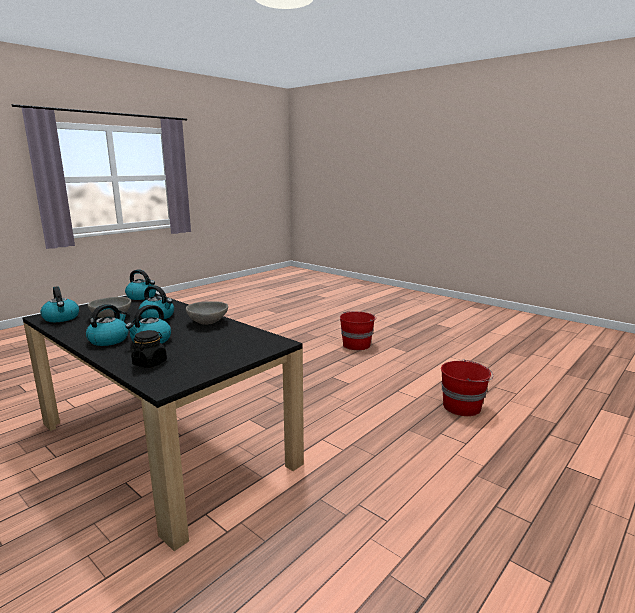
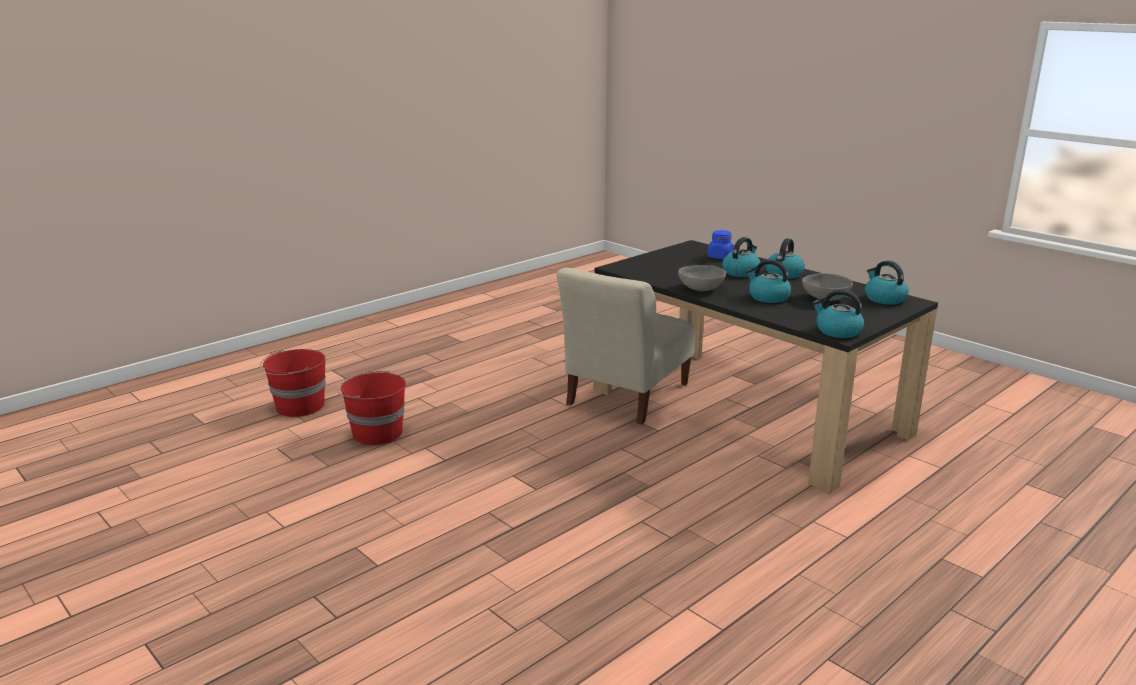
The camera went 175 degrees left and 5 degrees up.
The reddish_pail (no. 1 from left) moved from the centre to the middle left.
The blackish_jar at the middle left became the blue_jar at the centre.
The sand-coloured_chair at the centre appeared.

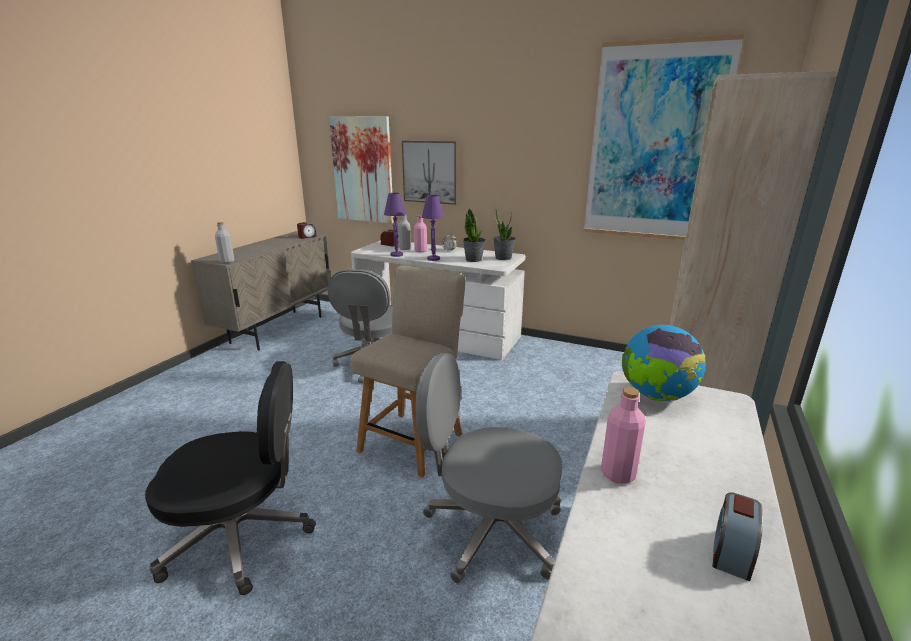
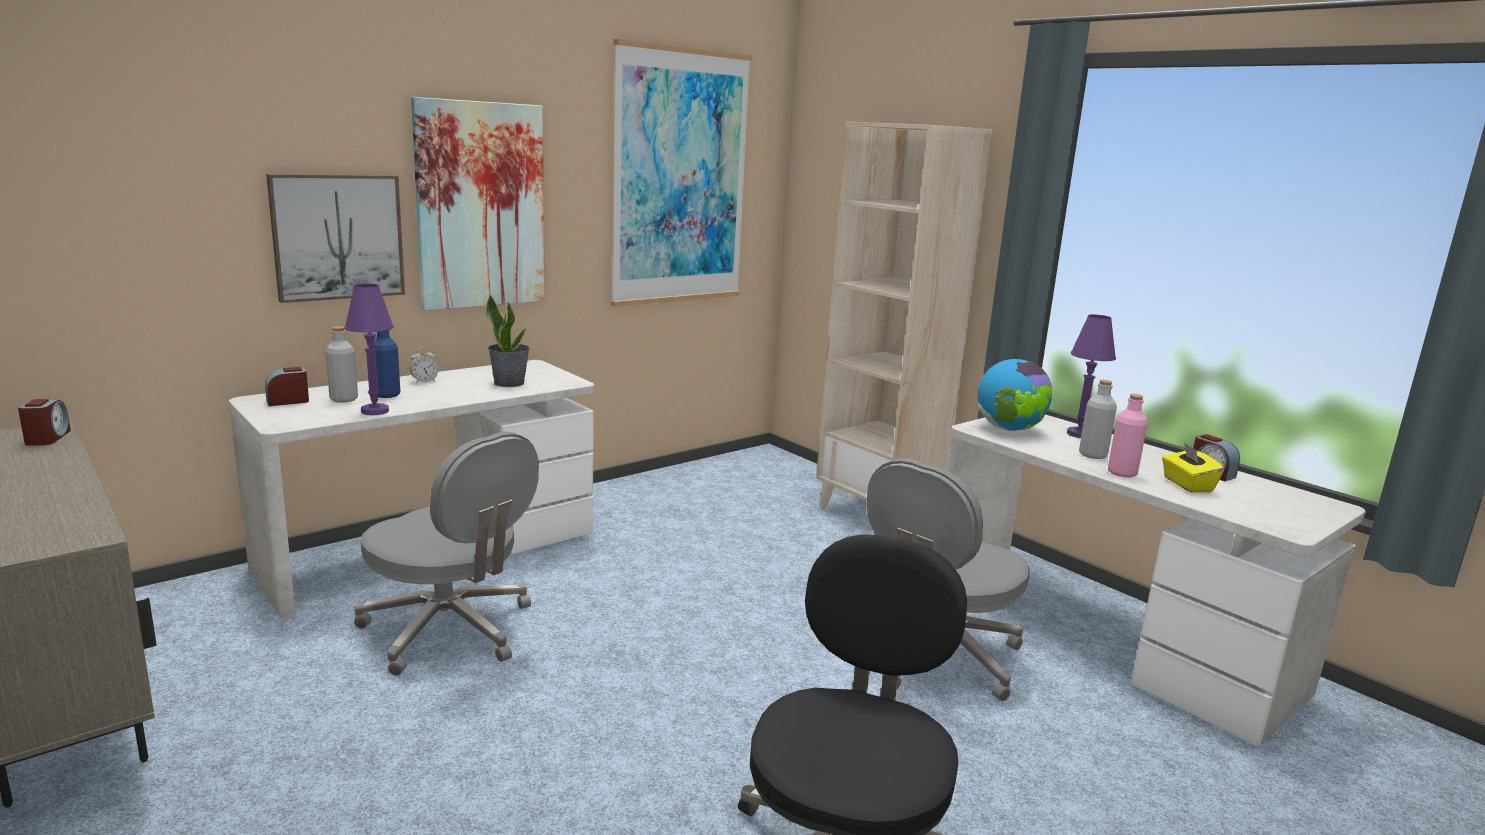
The camera went 65 degrees left and 5 degrees down.
The wall_art (no. 1 from left in the first image) moved from the top centre to the top left.
The purplish_lamp_for_a_table (no. 2 from left) moved from the centre to the middle right.
The houseplant (no. 2 from left) at the centre disappeared.
The pink-coloured_beverage_bottle (no. 1 from left) at the centre became the blue_beverage_bottle at the middle left.
The grey_beverage_bottle (no. 1 from left in the first image) moved from the middle left to the middle right.
The sand-coloured_chair at the centre disappeared.
The yellow-coloured_tissue_holder at the middle right appeared.

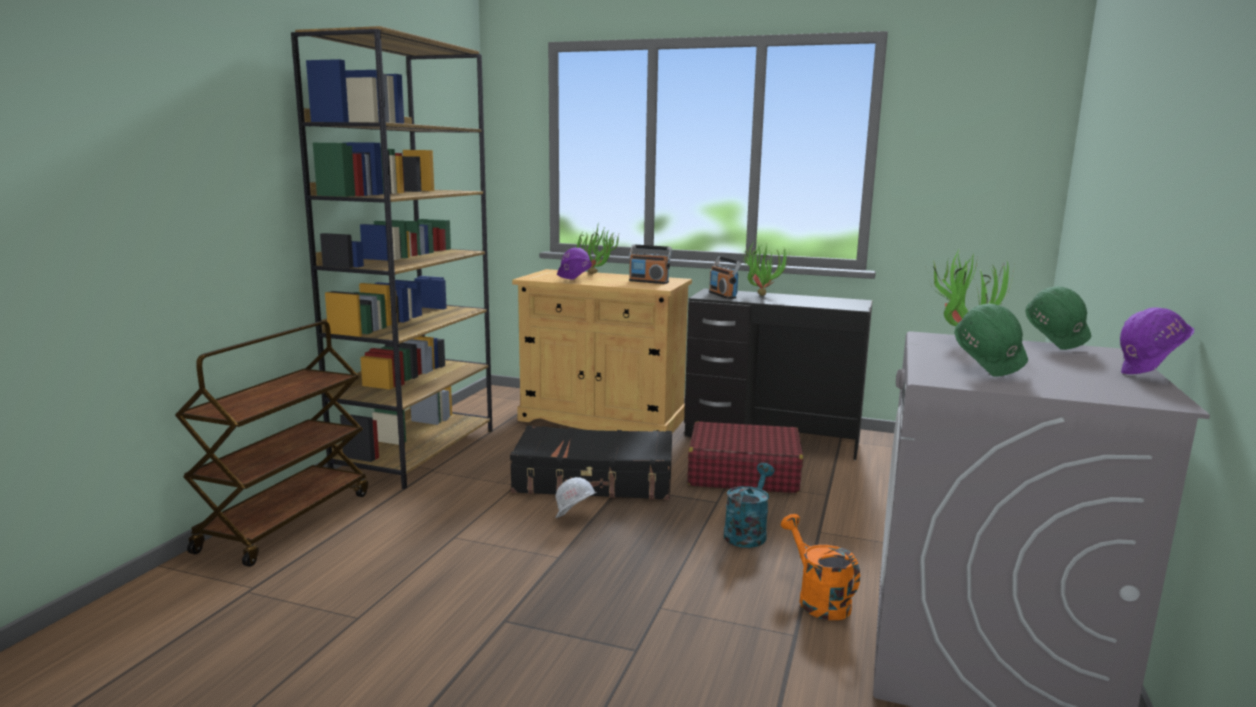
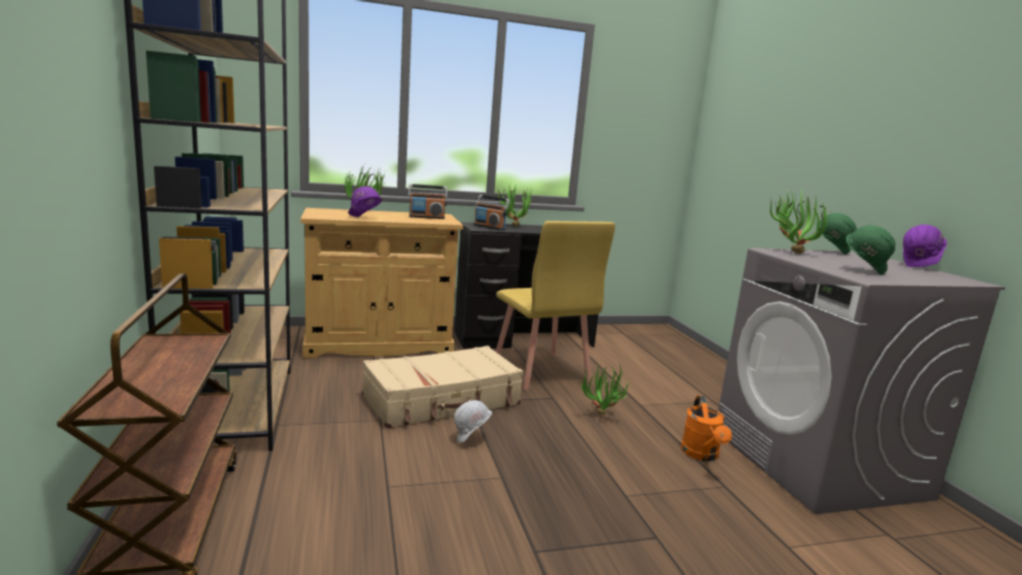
The camera went 35 degrees left and 0 degrees up.
The reddish_suitcase at the centre was replaced by the yellow-coloured_chair at the centre.
The blackish_suitcase at the centre became the sand-coloured_suitcase at the bottom centre.
The turquoise_watering_pot at the bottom centre was replaced by the houseplant (no. 3 from left) at the bottom centre.
The orange_watering_pot at the bottom centre turned 120 degrees counterclockwise.

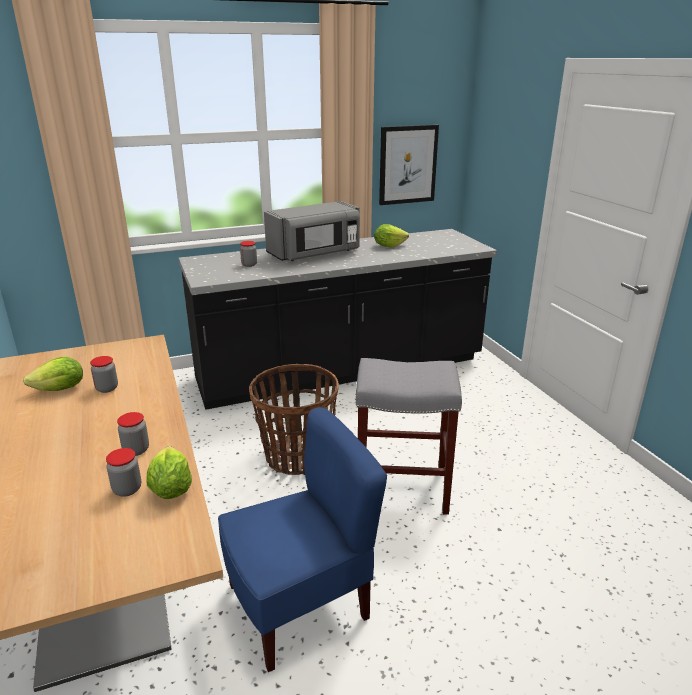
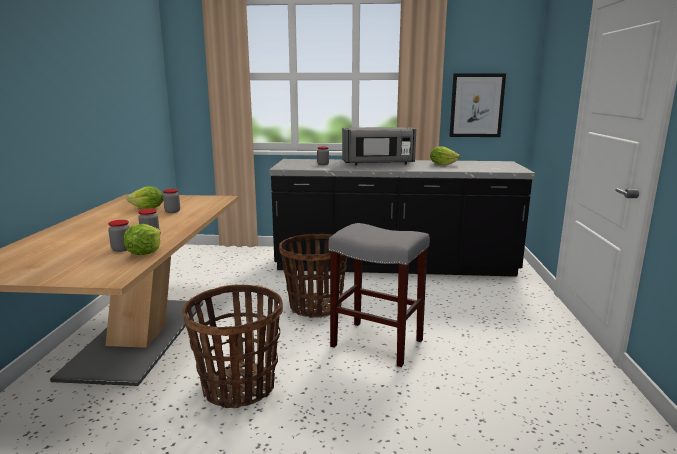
The camera went 25 degrees right and 10 degrees down.
The blue_chair at the bottom centre was replaced by the storage_basket (no. 1 from left) at the bottom centre.

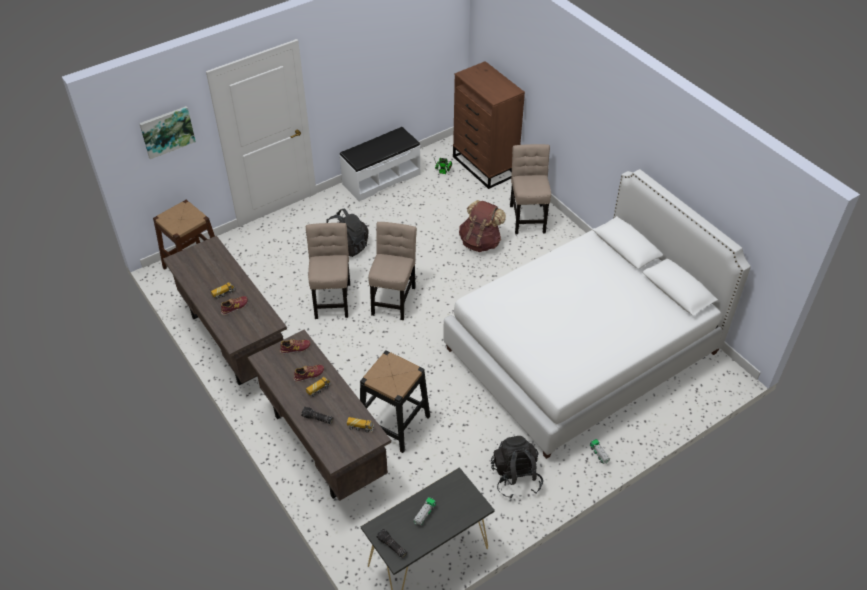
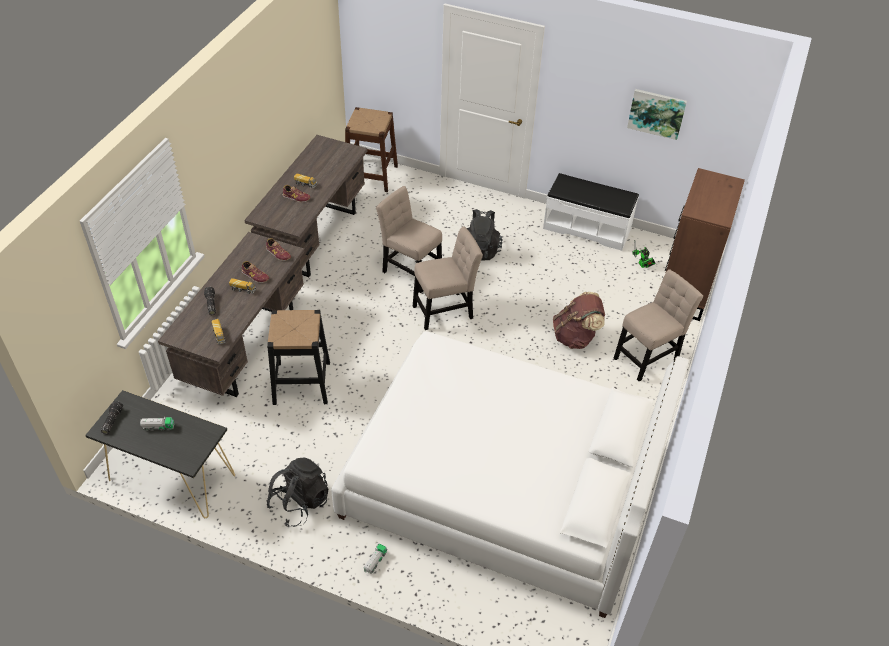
The camera went 55 degrees right and 0 degrees up.
The wall_art moved from the top left to the top right.
The sand-coloured_chair (no. 1 from left) at the centre turned 105 degrees counterclockwise.

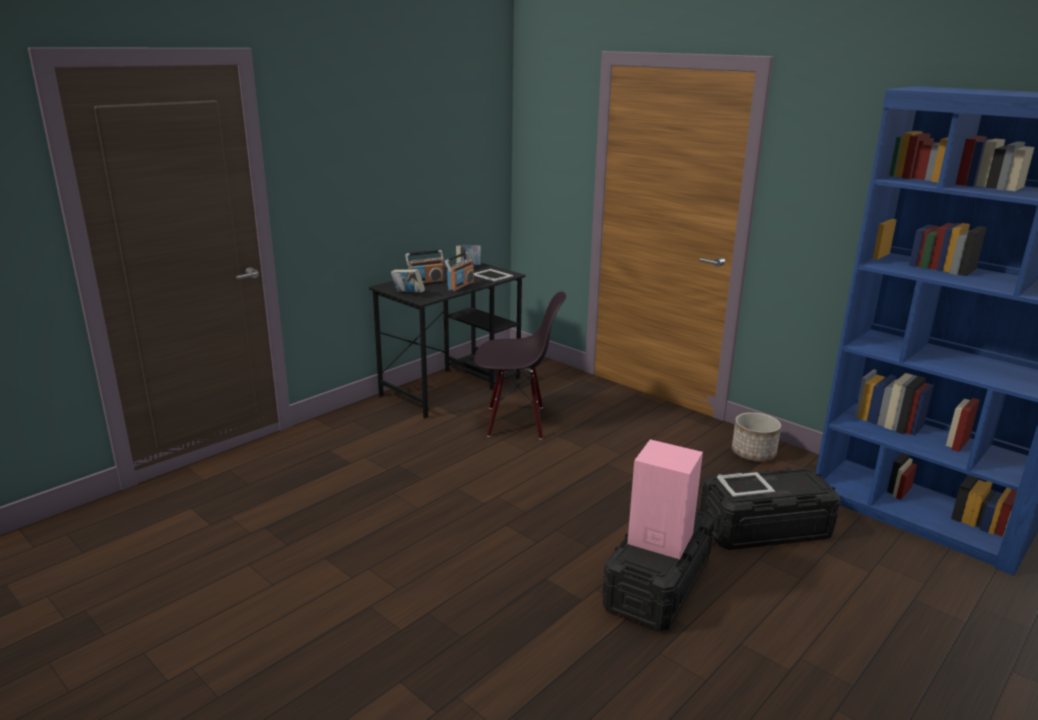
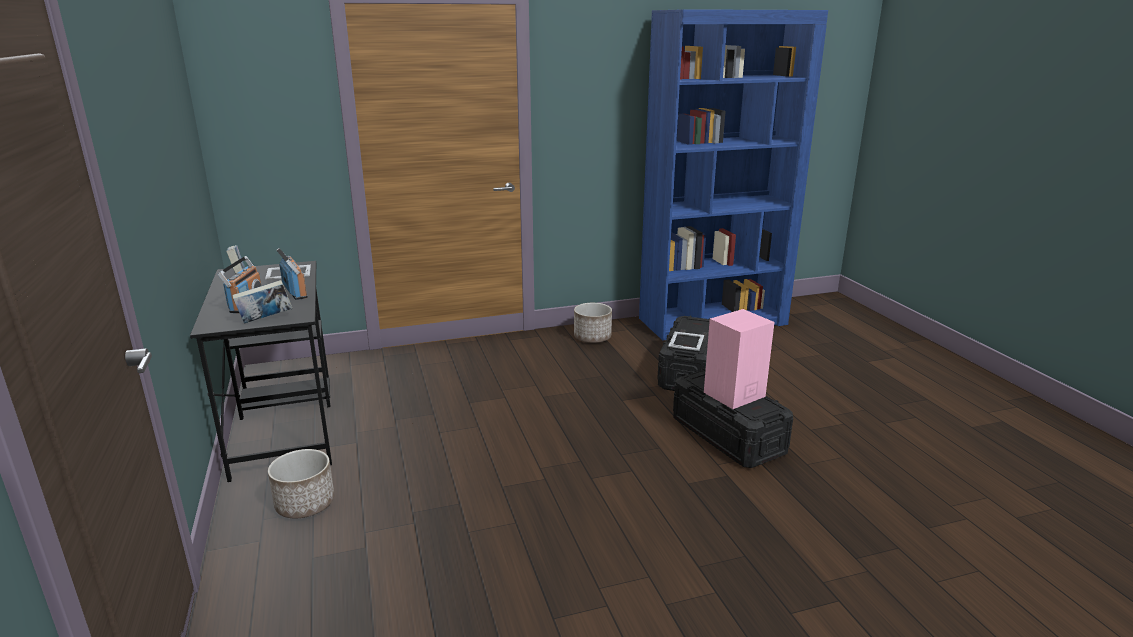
The camera went 60 degrees left and 0 degrees up.
The blackish_chair at the centre disappeared.
The flower_pot (no. 1 from left) at the bottom left appeared.

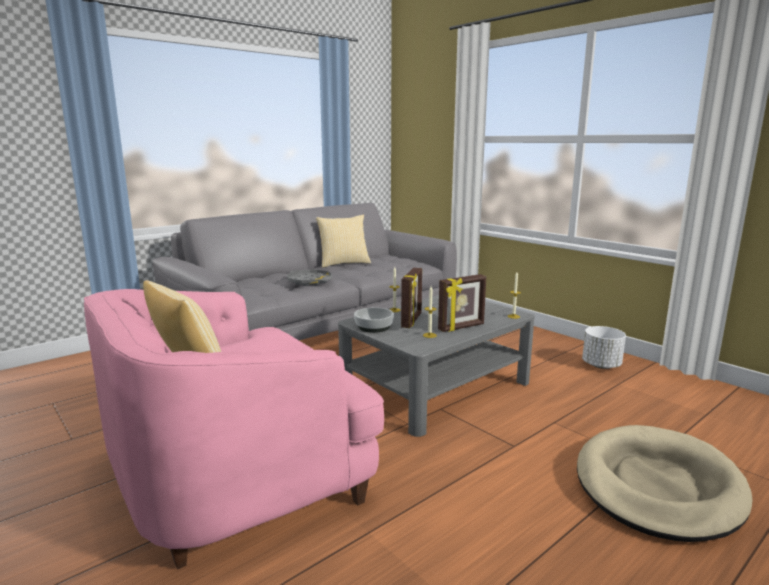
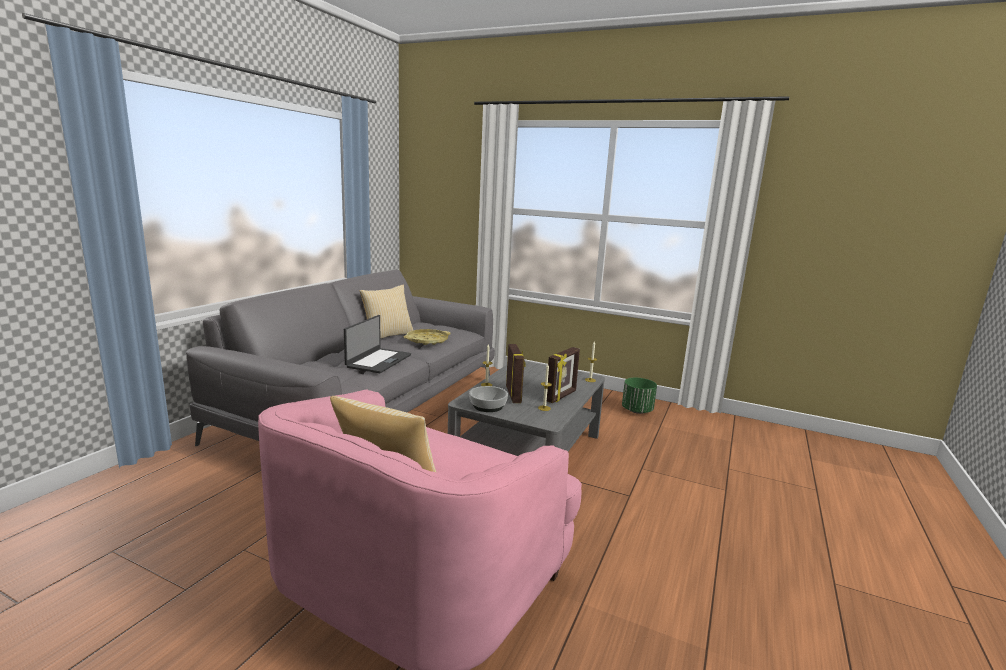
The camera went 25 degrees left and 0 degrees up.
The grey_carrying_tray at the centre was replaced by the notebook_computer at the centre.
The white_flower_pot at the middle right became the green-coloured_flower_pot at the centre.
The sand-coloured_dog_cushion at the bottom right disappeared.
The yellow-coloured_carrying_tray at the centre appeared.

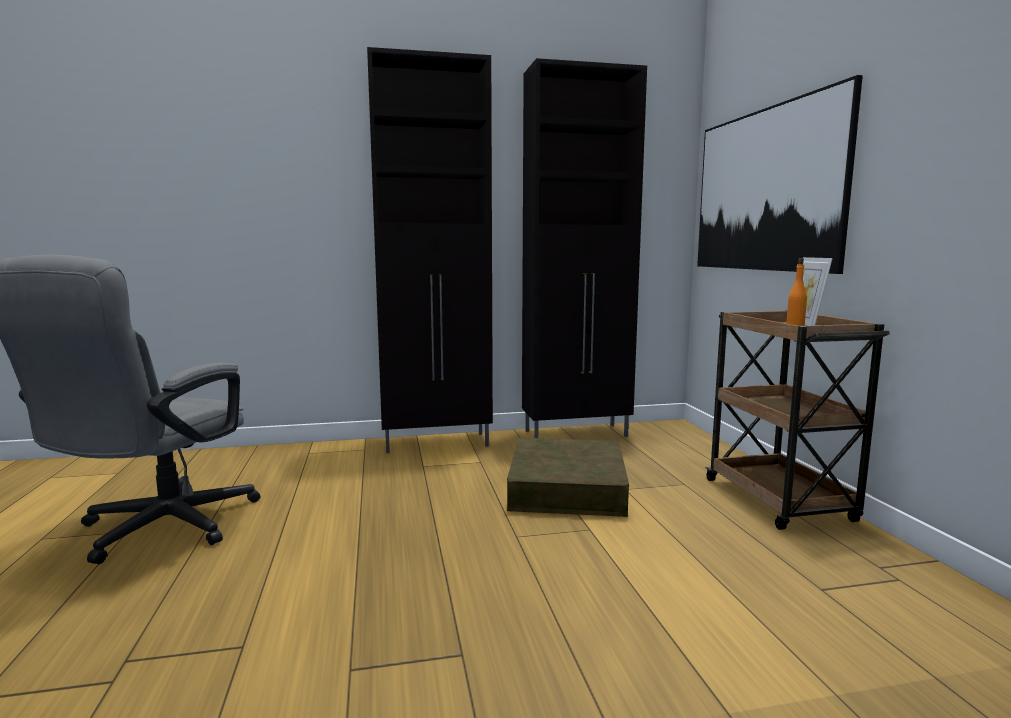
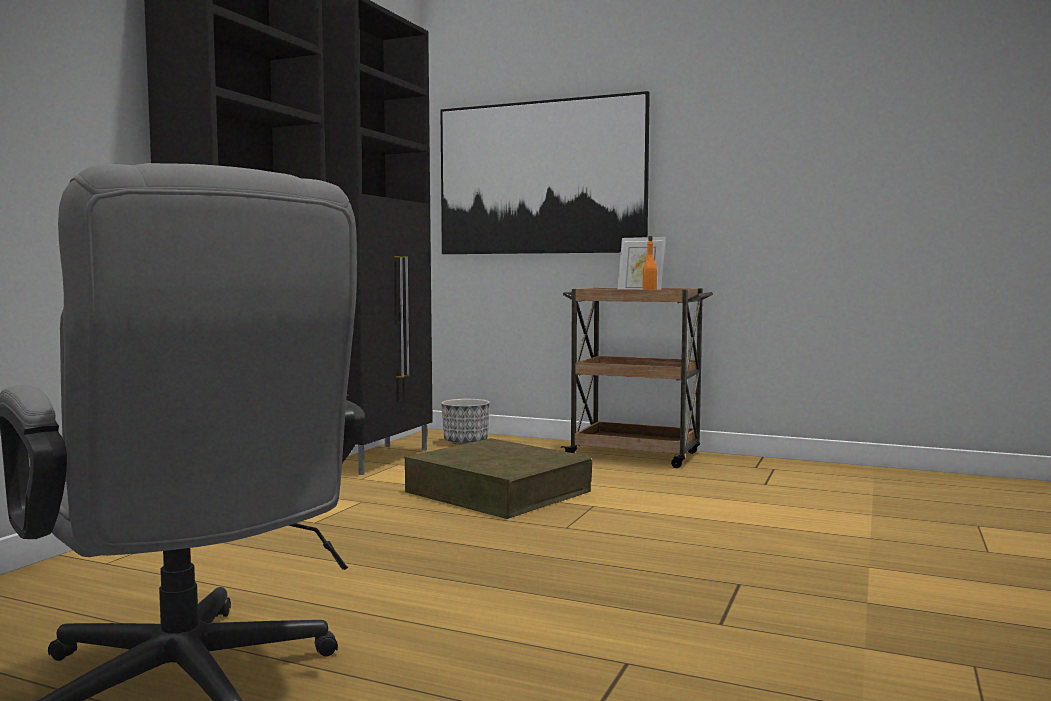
The camera went 55 degrees left and 5 degrees down.
The flower_pot at the centre appeared.

